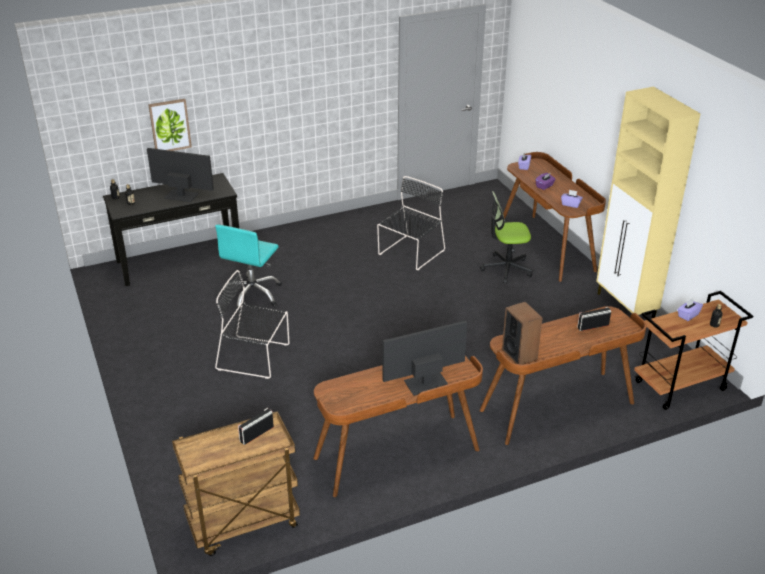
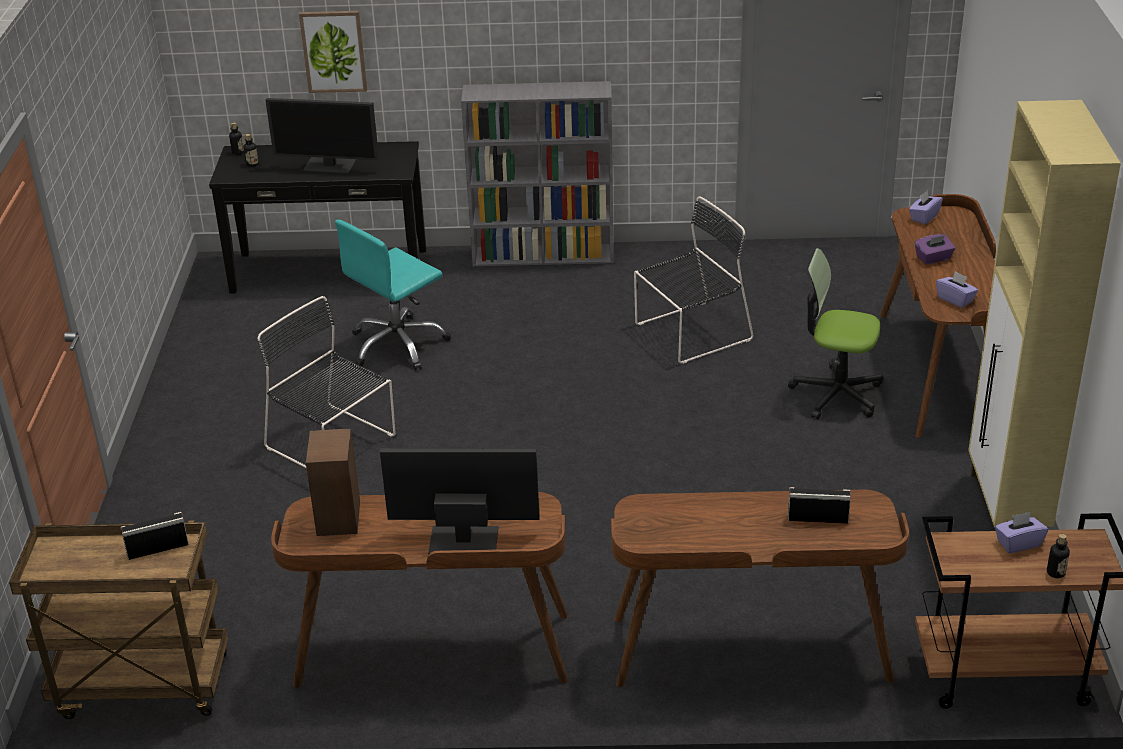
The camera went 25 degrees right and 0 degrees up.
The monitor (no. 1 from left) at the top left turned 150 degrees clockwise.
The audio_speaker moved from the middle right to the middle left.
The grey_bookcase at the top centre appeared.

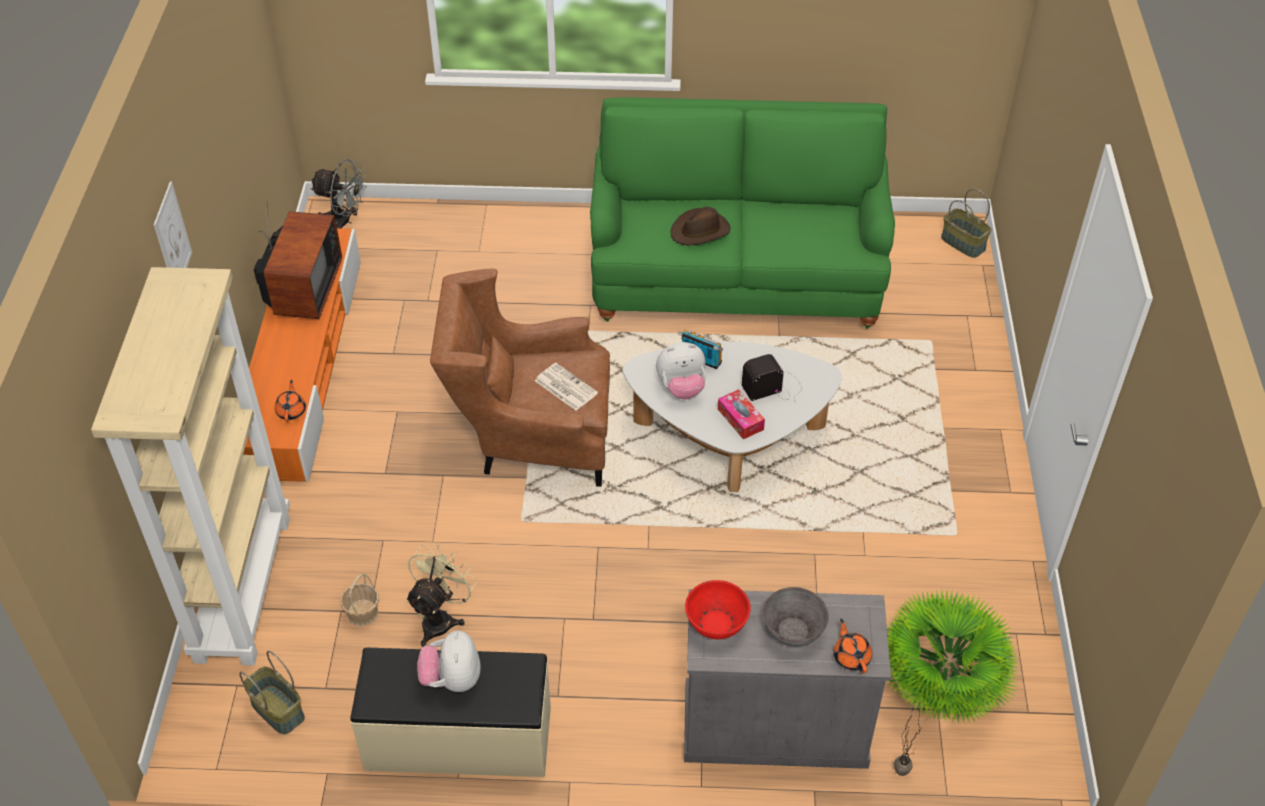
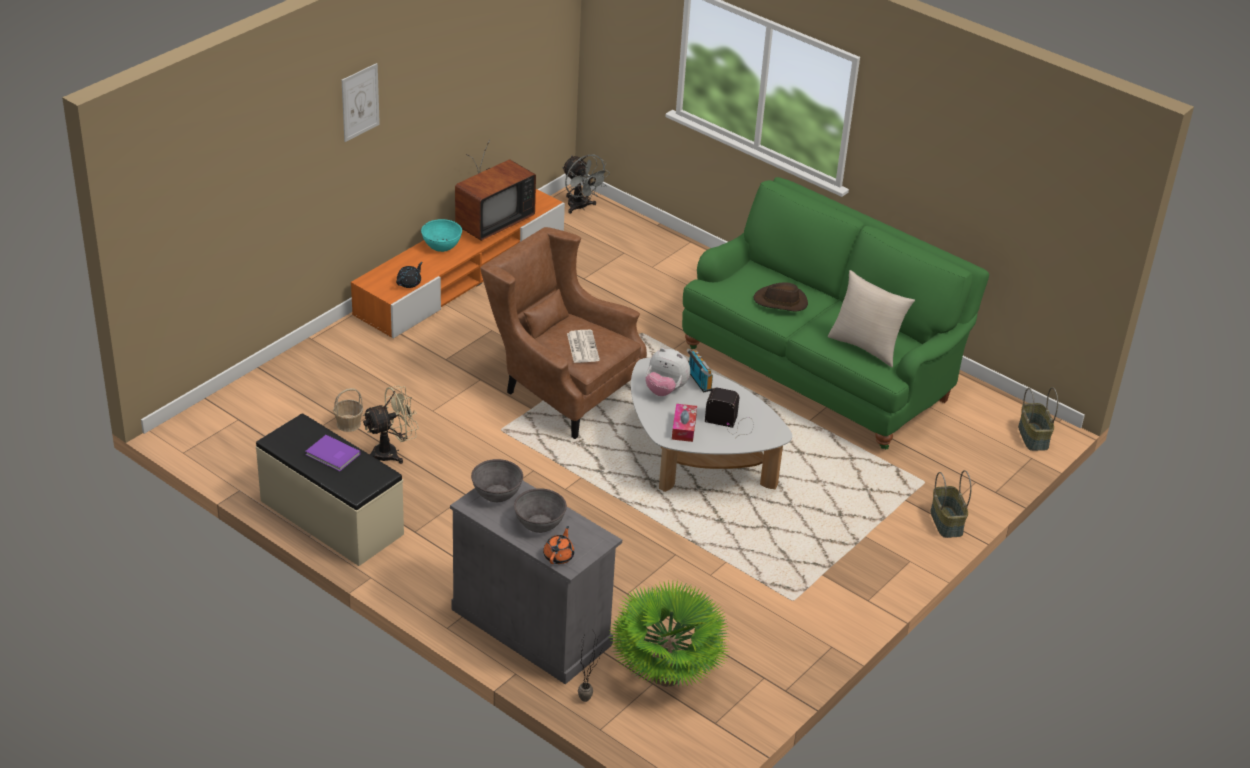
The camera went 35 degrees right and 10 degrees down.
The sand-coloured_bookcase at the middle left disappeared.
The orange_pot_for_tea (no. 1 from left) at the middle left became the blackish_pot_for_tea at the middle left.
The reddish_bowl at the bottom centre became the grey_bowl (no. 1 from left) at the centre.
The soft_toy (no. 1 from left) at the bottom centre was replaced by the purplish_bound_book at the middle left.
The storage_basket (no. 1 from left in the first image) moved from the bottom left to the middle right.
The turquoise_bowl at the top centre appeared.
The sand-coloured_pillow at the middle right appeared.

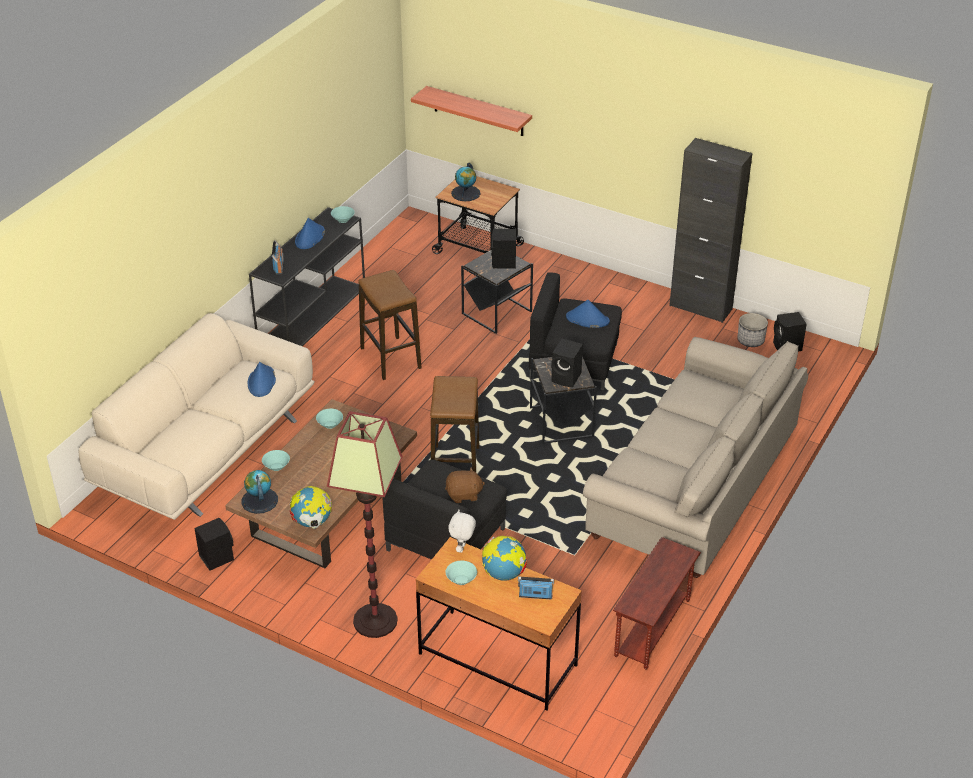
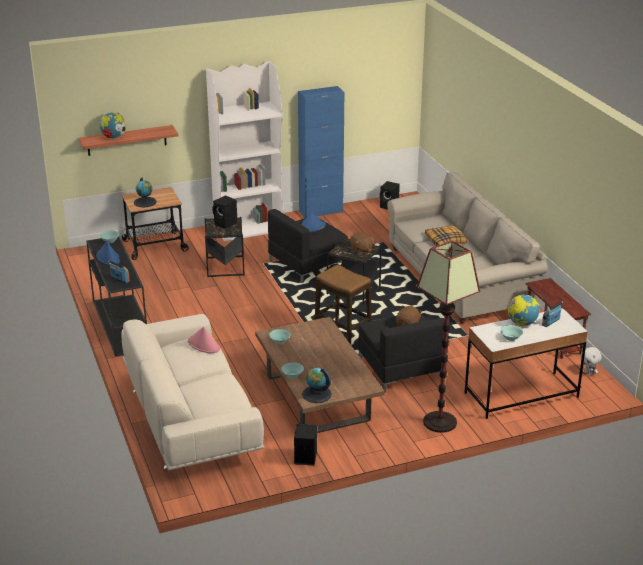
The camera went 50 degrees left and 10 degrees down.
The blackish_storage_cabinet at the top right became the blue_storage_cabinet at the top centre.
The stool (no. 1 from left) at the centre disappeared.
The flower_pot at the middle right disappeared.
The blackish_audio_speaker (no. 3 from left) at the centre was replaced by the brown-coloured_soft_toy (no. 1 from left) at the centre.
The blue_hat (no. 1 from left) at the middle left became the pink-coloured_hat at the middle left.
The world_globe (no. 2 from left in the first image) moved from the middle left to the top left.
The white_soft_toy moved from the bottom centre to the middle right.
The brown-coloured_desk_table at the bottom centre became the white_desk_table at the middle right.
The white_bookcase at the top centre appeared.
The pillow at the middle right appeared.

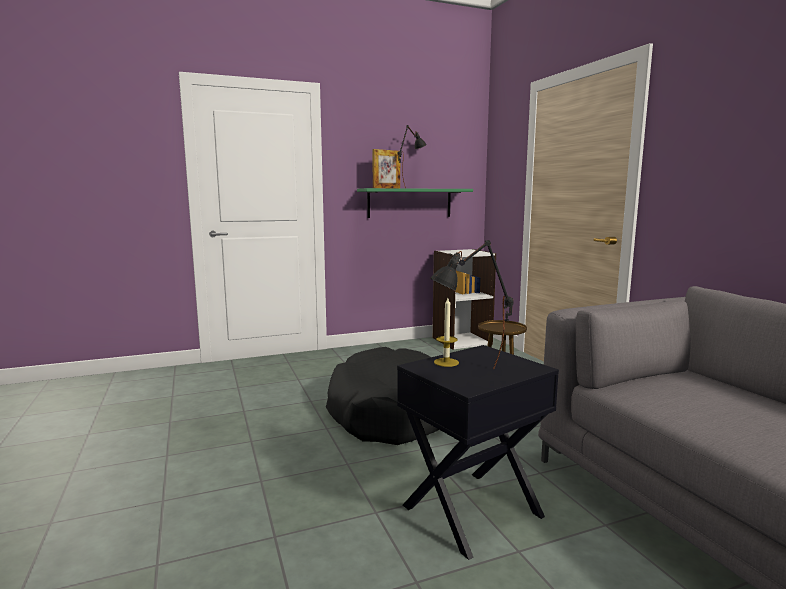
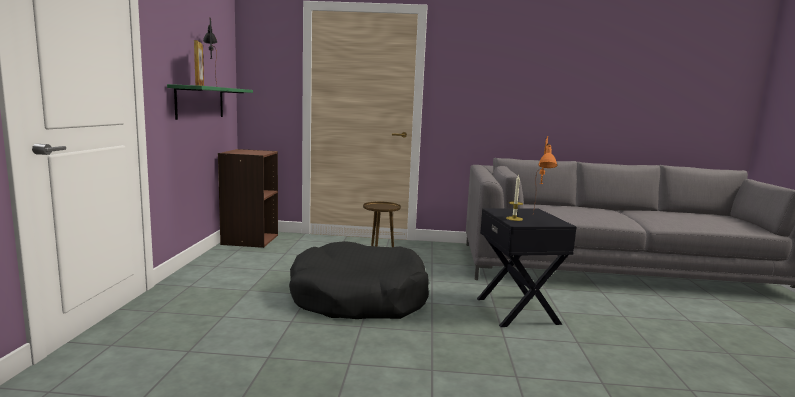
The camera went 65 degrees left and 0 degrees up.
The blackish_lamp_for_a_table (no. 2 from left) at the centre became the orange_lamp_for_a_table at the middle right.
The white_bookcase at the centre became the brown-coloured_bookcase at the middle left.

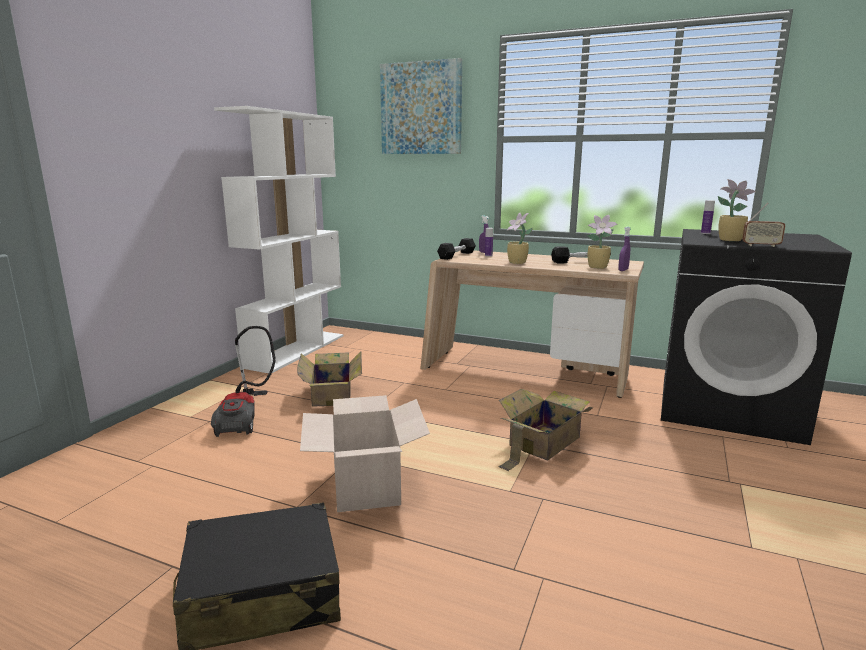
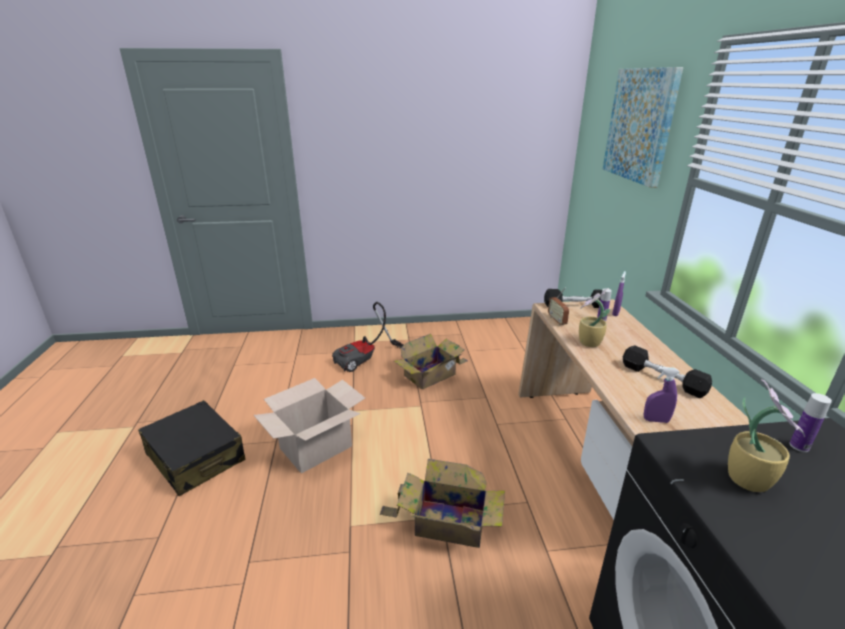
The camera went 60 degrees right and 10 degrees up.
The white_bookcase at the middle left disappeared.
The radio_receiver moved from the middle right to the centre.
The houseplant (no. 2 from left) at the middle right disappeared.

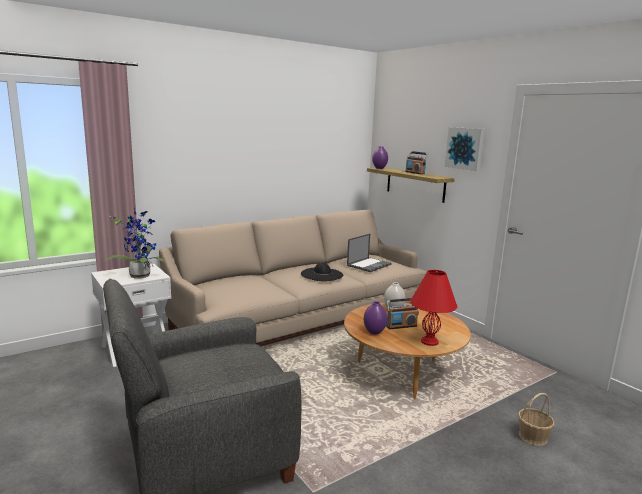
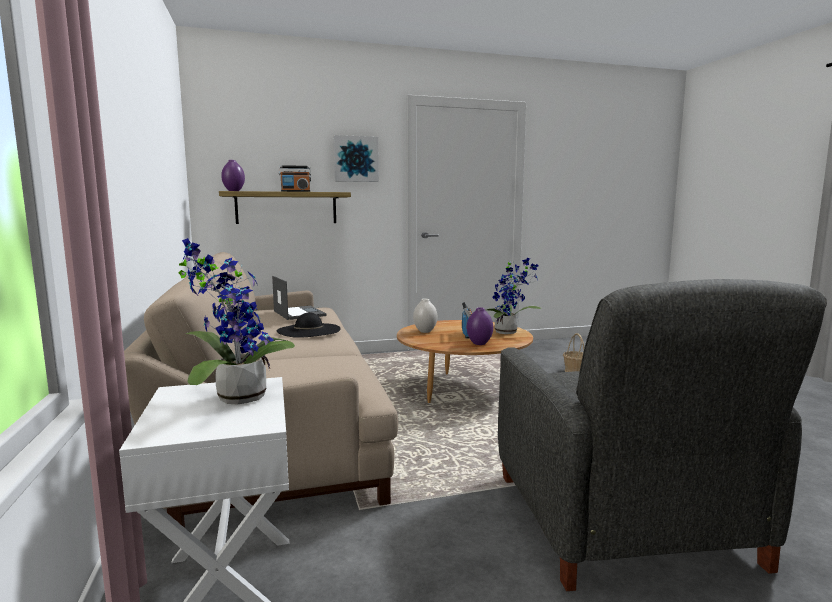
The camera went 70 degrees left and 5 degrees down.
The reddish_lamp_for_a_table at the middle right was replaced by the houseplant (no. 2 from left) at the centre.

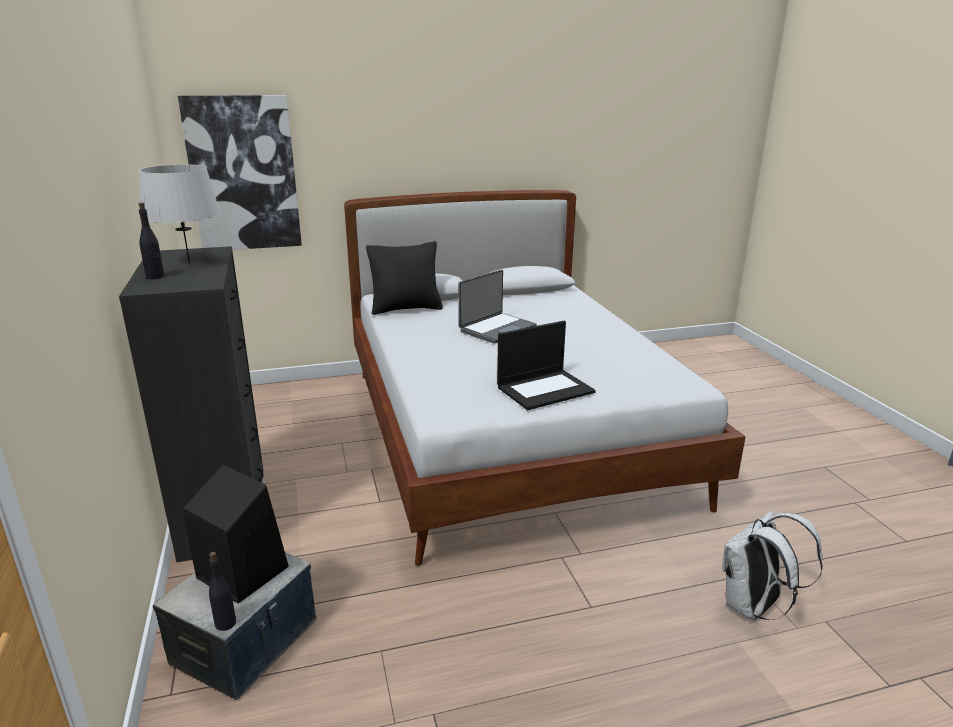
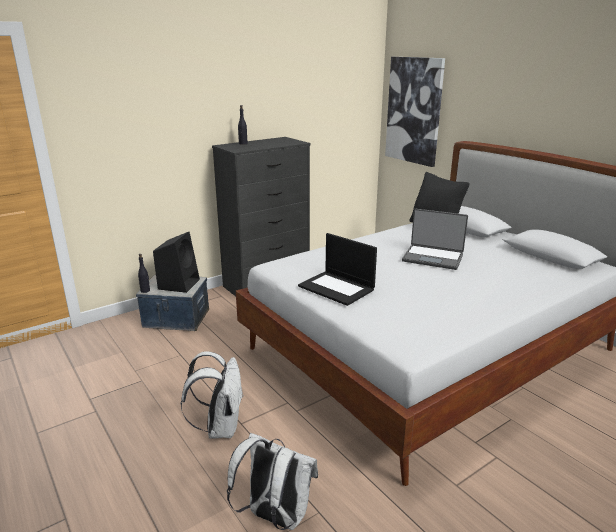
The camera went 70 degrees right and 0 degrees up.
The grey_lamp_for_a_table at the top left disappeared.
The white_backpack (no. 1 from left) at the bottom centre appeared.

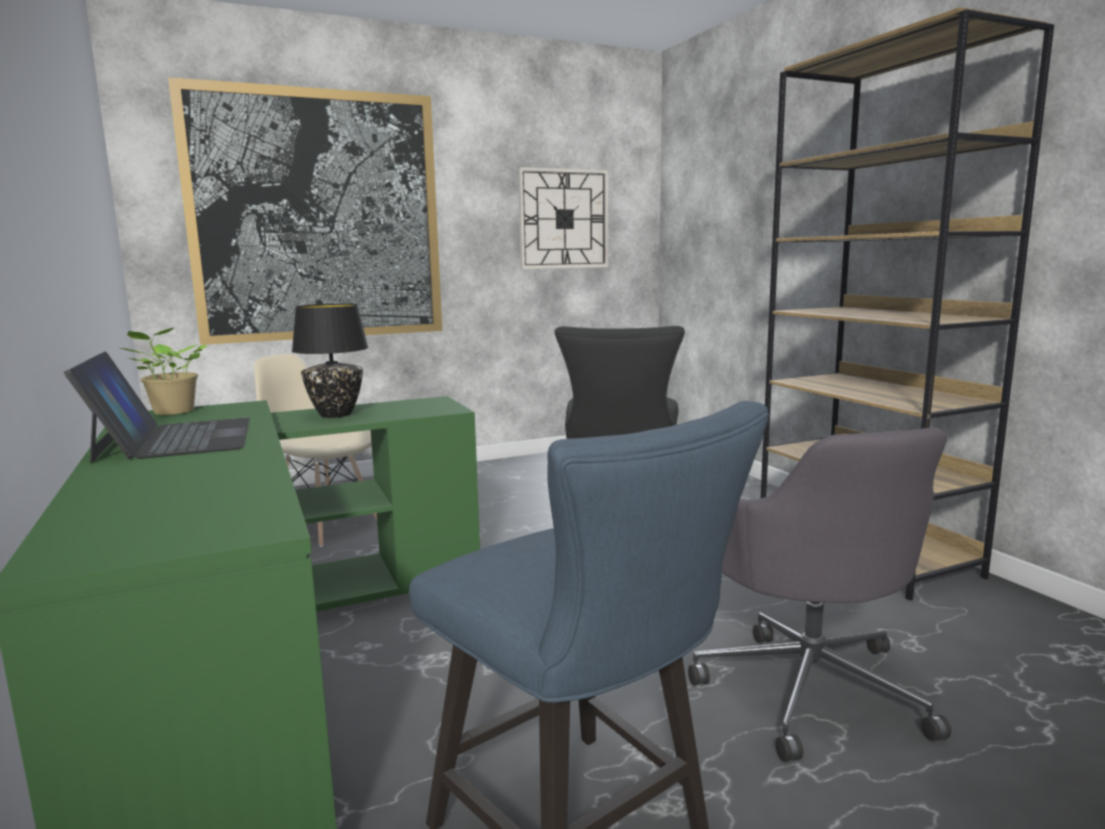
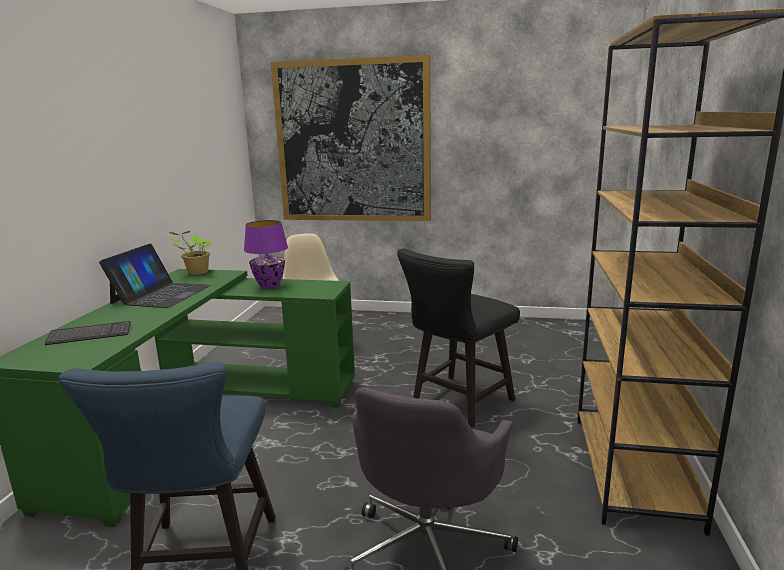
The camera went 35 degrees right and 5 degrees up.
The hanging_clock at the top centre disappeared.
The blackish_lamp_for_a_table at the middle left became the purplish_lamp_for_a_table at the centre.
The computer_keyboard at the middle left appeared.

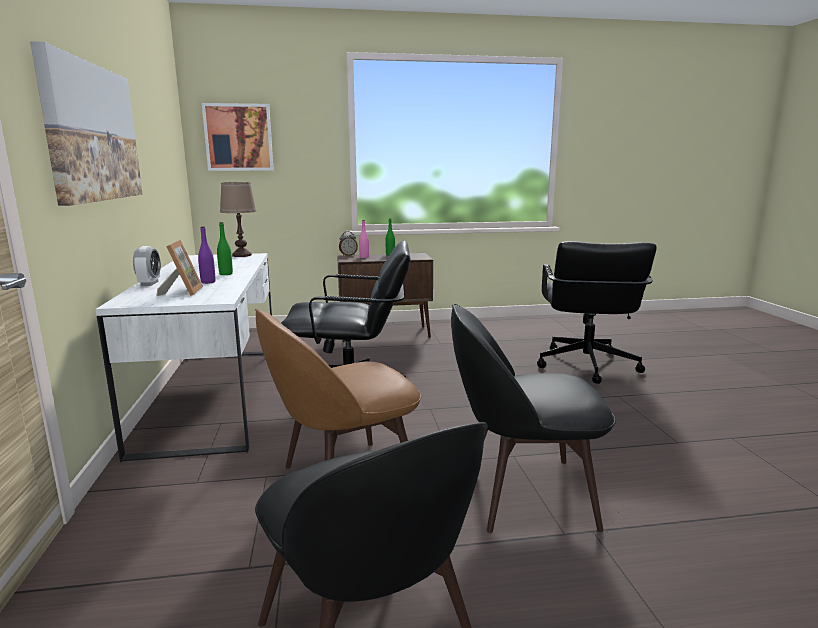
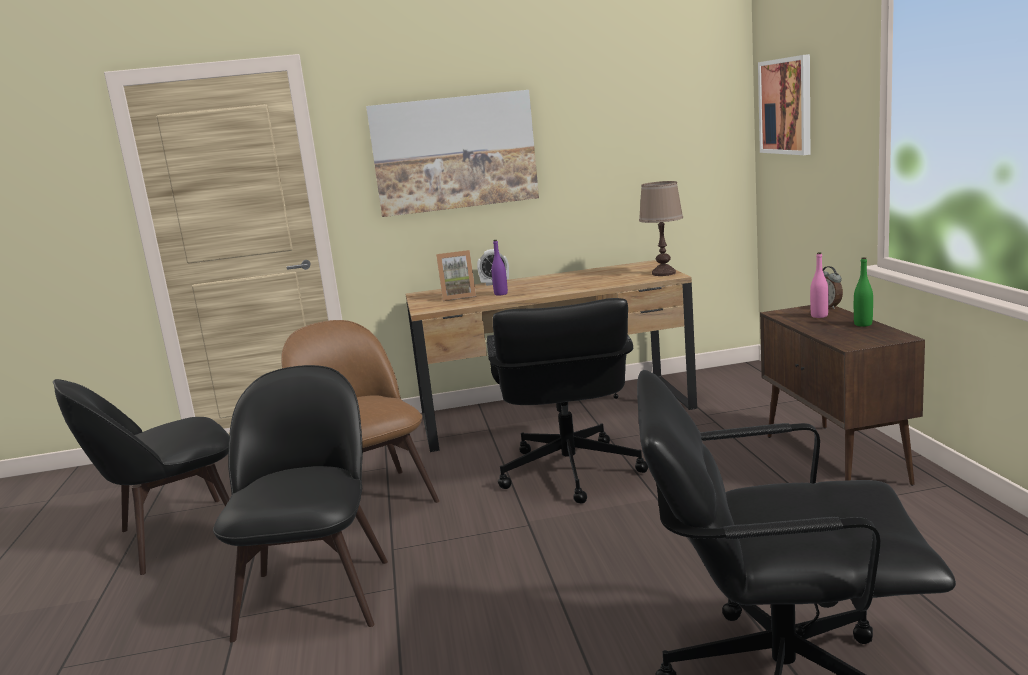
The camera went 90 degrees right and 0 degrees up.
The green-coloured_beverage_bottle (no. 1 from left) at the middle left disappeared.
The white_desk_table at the middle left became the brown-coloured_desk_table at the centre.

